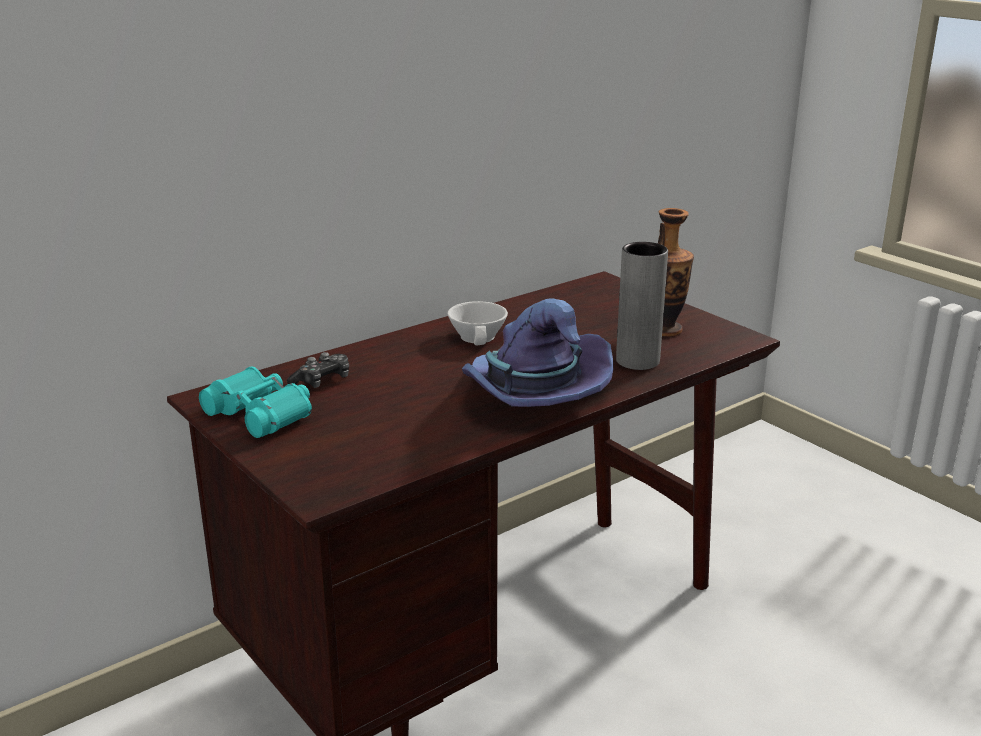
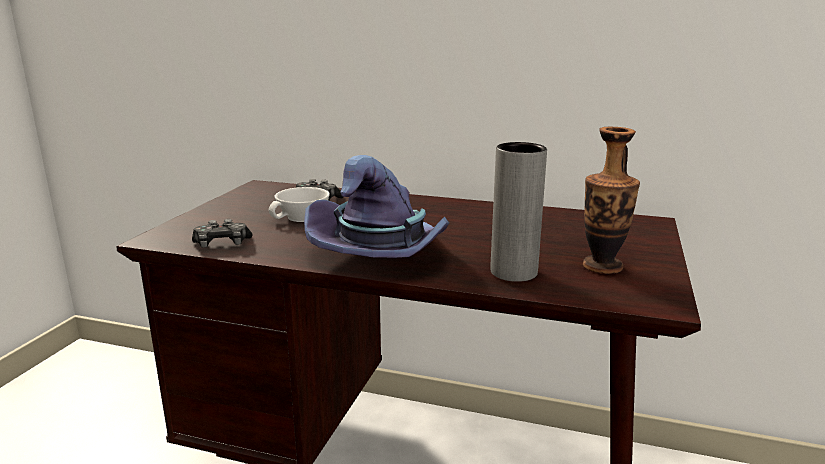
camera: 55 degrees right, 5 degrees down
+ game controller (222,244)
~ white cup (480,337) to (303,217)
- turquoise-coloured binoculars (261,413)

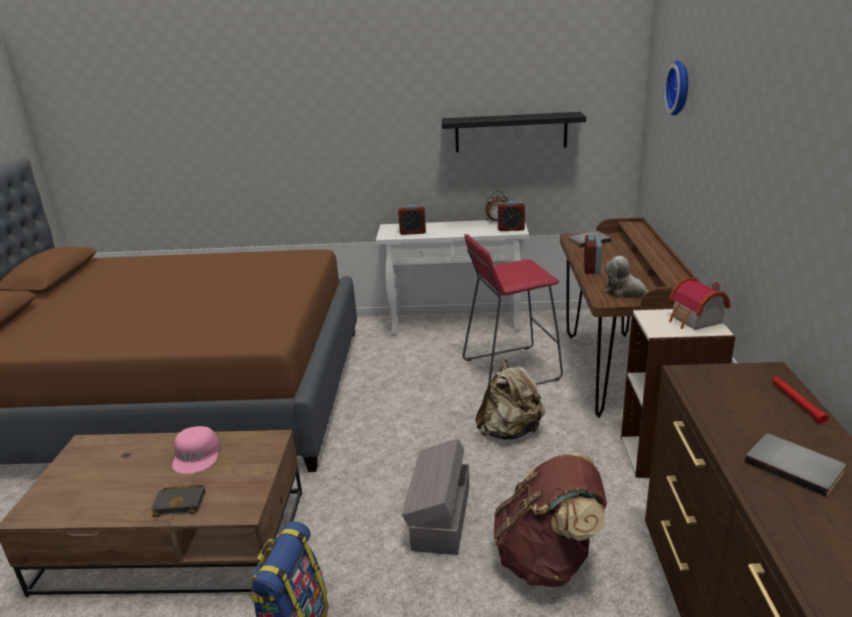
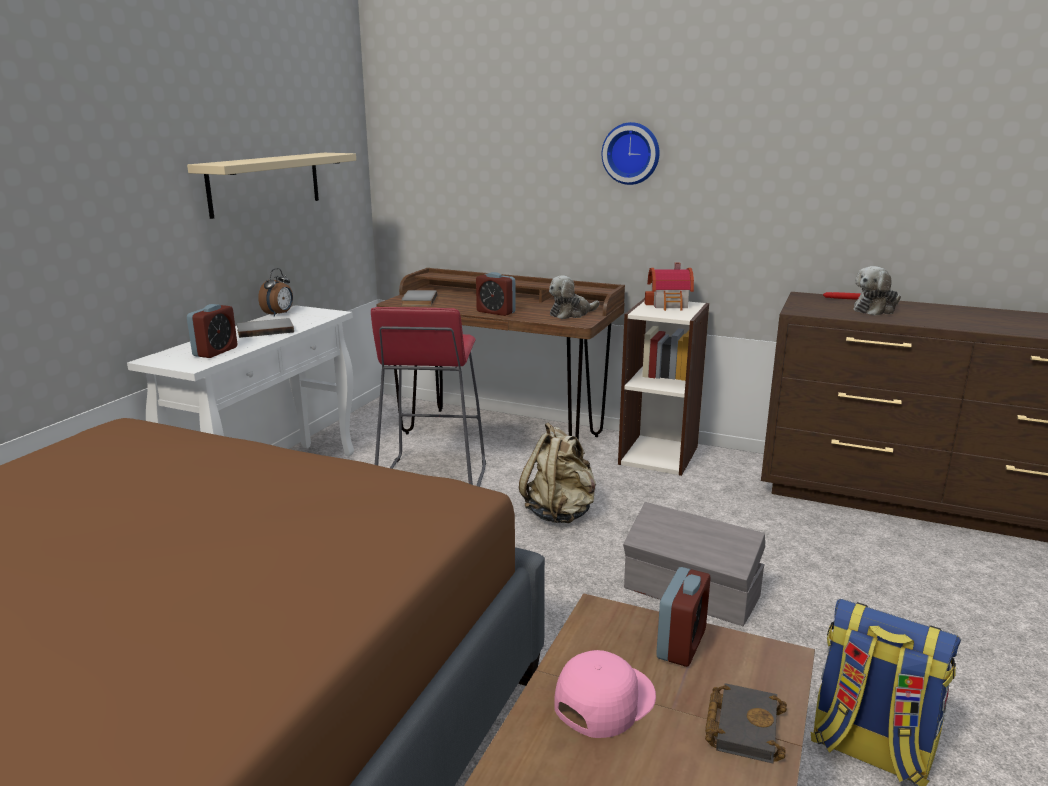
camera: 70 degrees left, 5 degrees down
~ black shelf (511,132) to sand-coloured shelf (265,183)
~ gray book (794,465) to (265,330)
~ pink cap (197,455) = (603,699) 60 degrees counterclockwise
~ hanging clock (680,88) to (631,153)
~ bedside clock (511,229) to (681,644)
+ soft toy (876,309)
- brownish rucksack (548,560)

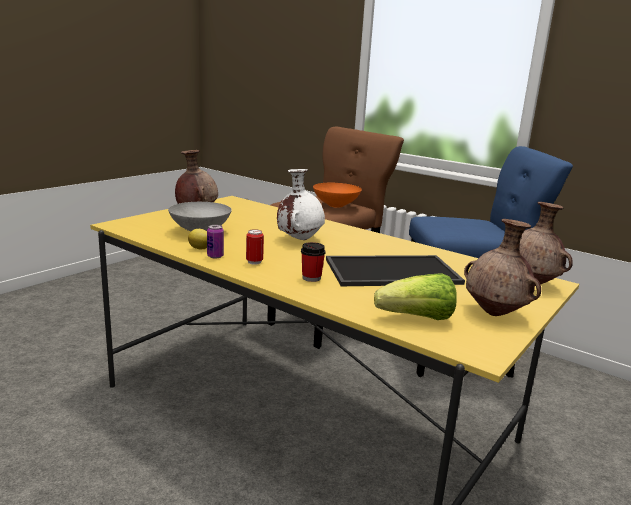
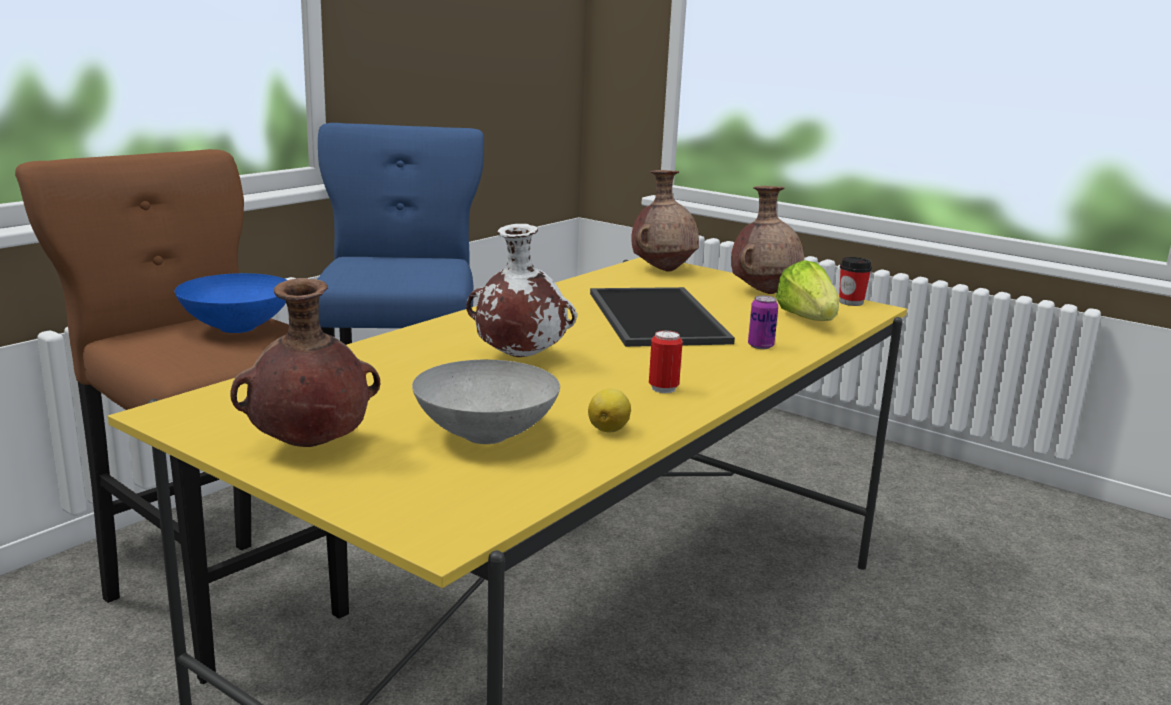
camera: 90 degrees left, 0 degrees up
~ orange bowl (335,205) to blue-coloured bowl (235,328)
~ metal can (215,256) to (760,346)
~ cup (311,278) to (851,302)

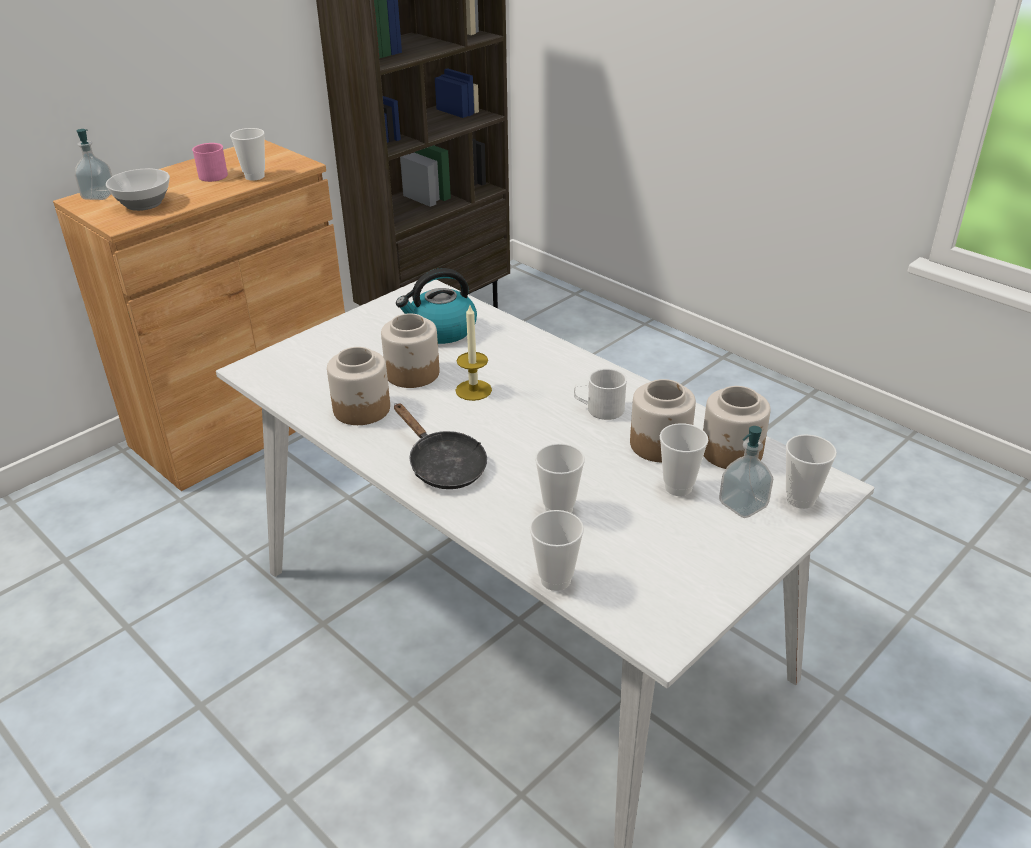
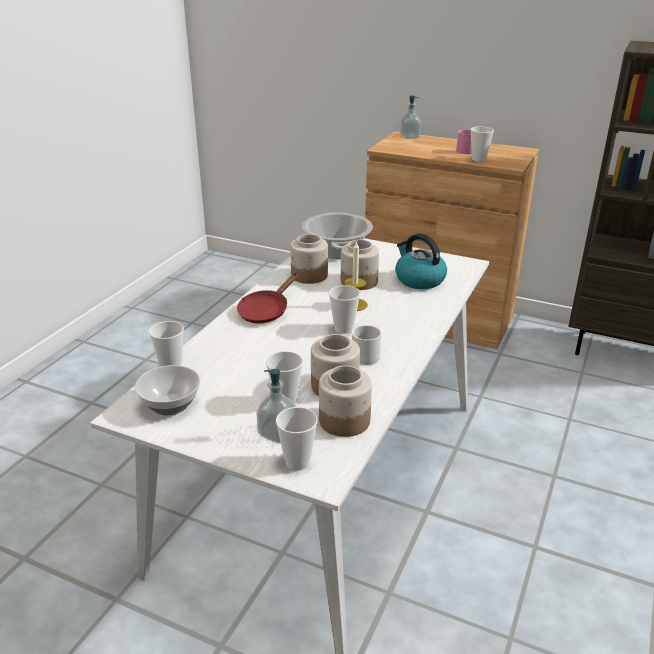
camera: 70 degrees right, 5 degrees down
~ bowl (142,204) to (169,404)
~ black frying pan (443,465) to red frying pan (266,311)
+ saucepot (337,251)
~ cup (559,508) to (344,329)

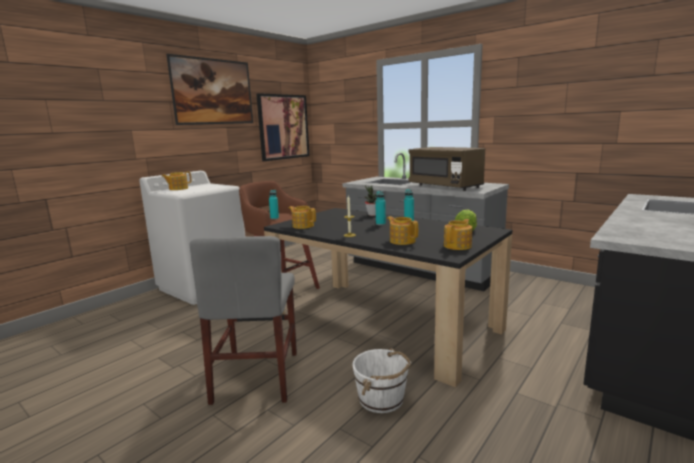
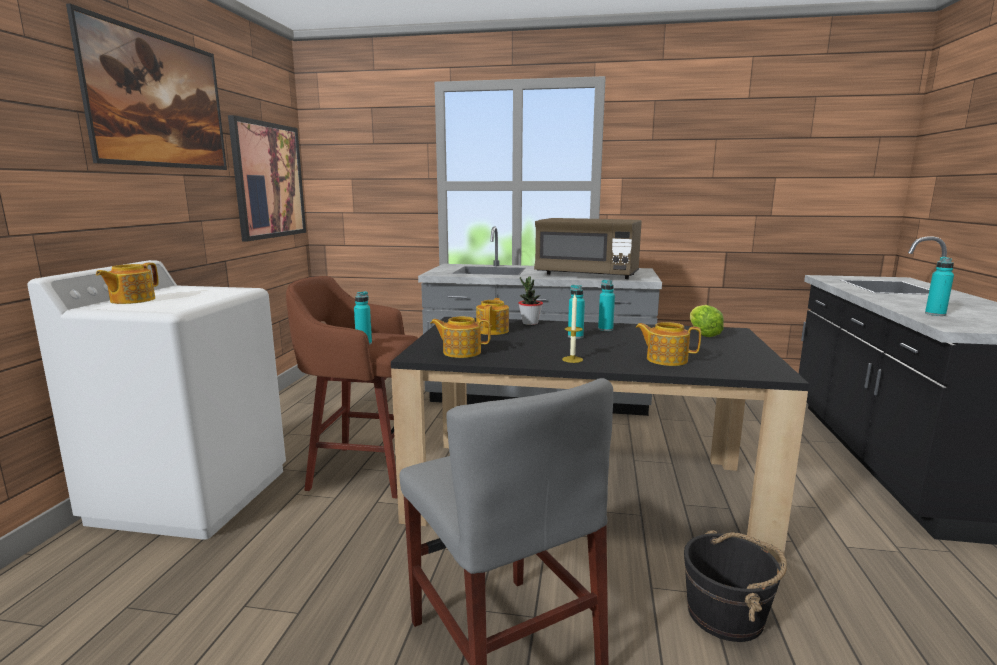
camera: 30 degrees left, 0 degrees up
~ pot for tea (458,246) to (493,330)
~ white pail (382,399) to black pail (726,614)
+ turquoise-coloured bottle (935,314)

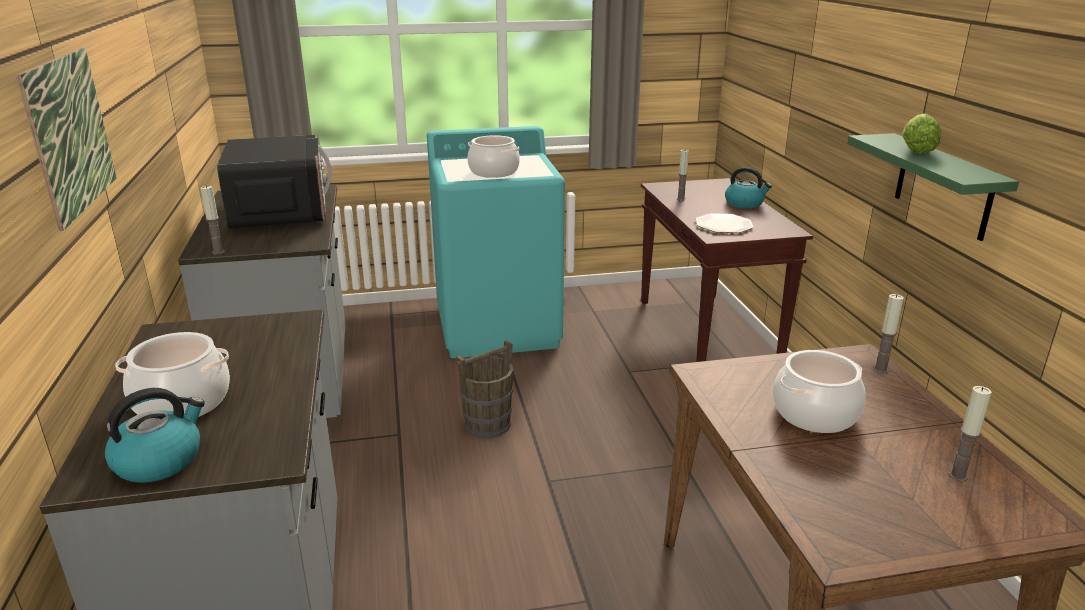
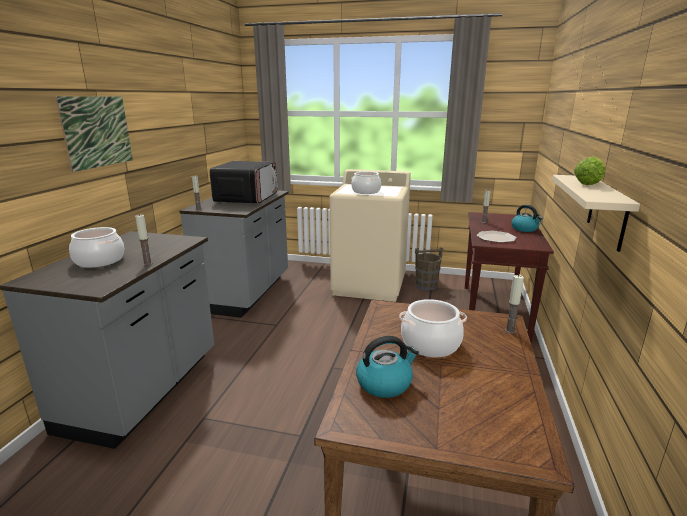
camera: 25 degrees right, 5 degrees down
~ wax light (958,476) to (147,263)
~ turquoise-coloured laundry machine (498,327) to sand-coloured laundry machine (370,285)
~ water kettle (159,460) to (385,383)
~ brownish pail (488,424) to (426,286)
~ greenish shelf (943,186) to sand-coloured shelf (607,212)

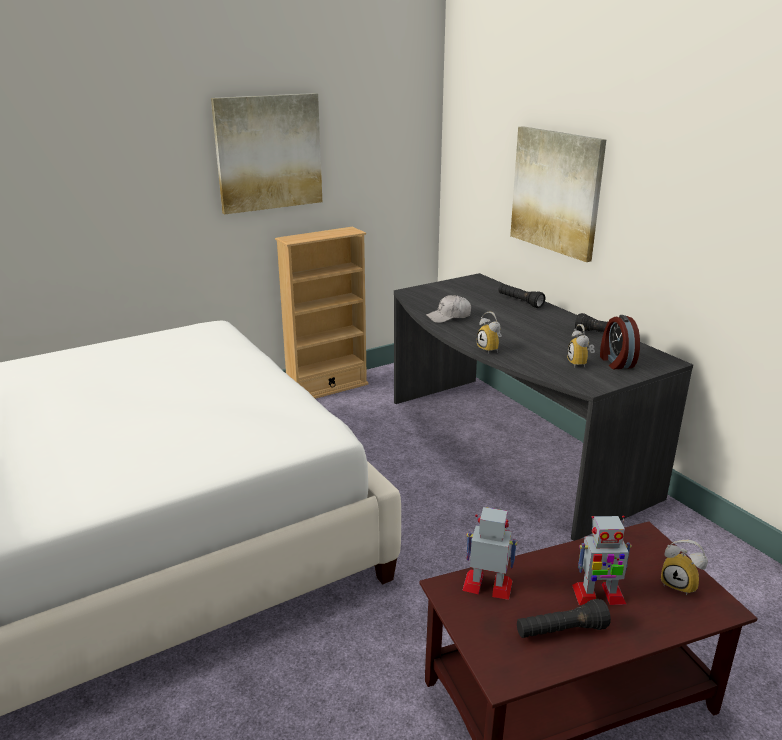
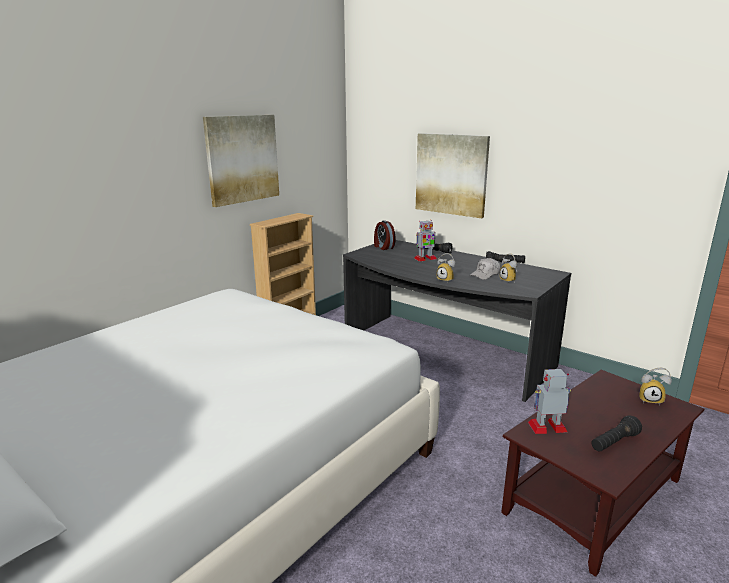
camera: 20 degrees left, 5 degrees down
~ bedside clock (615,362) to (383,247)
~ model robot (598,595) to (425,258)
~ white cap (449,317) to (485,274)

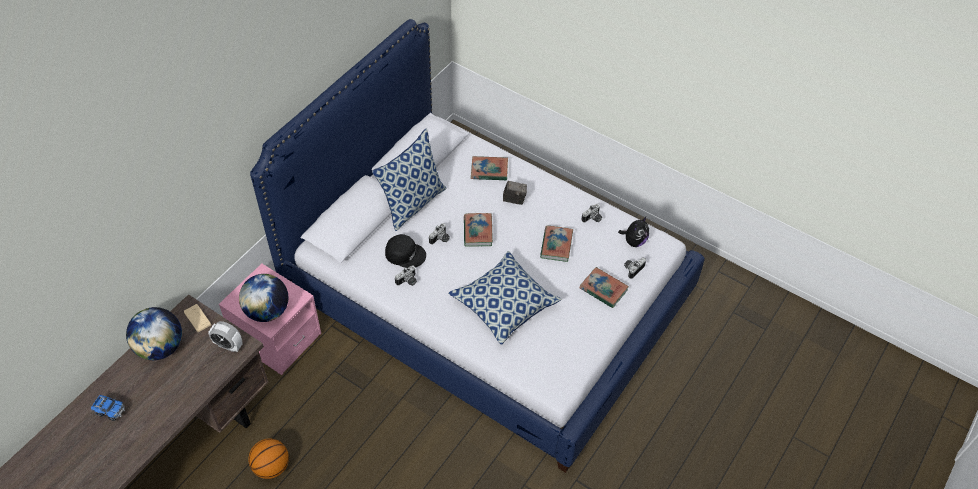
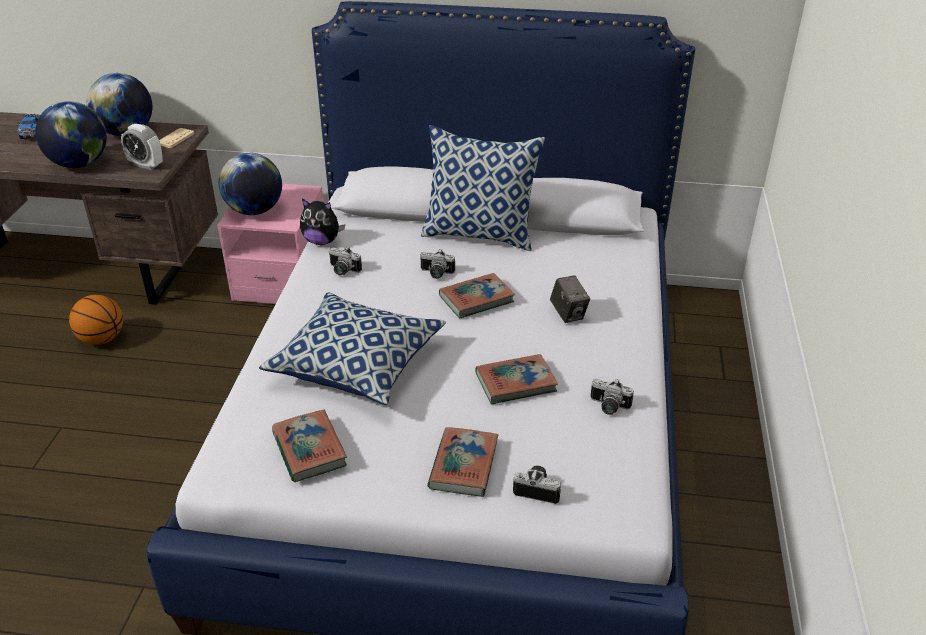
camera: 65 degrees right, 15 degrees down
+ globe (79,164)
~ bedside clock (228,345) = (146,165) 60 degrees counterclockwise
~ book (489,170) to (309,449)
~ soft toy (634,241) to (322,241)
- black cap (405,254)

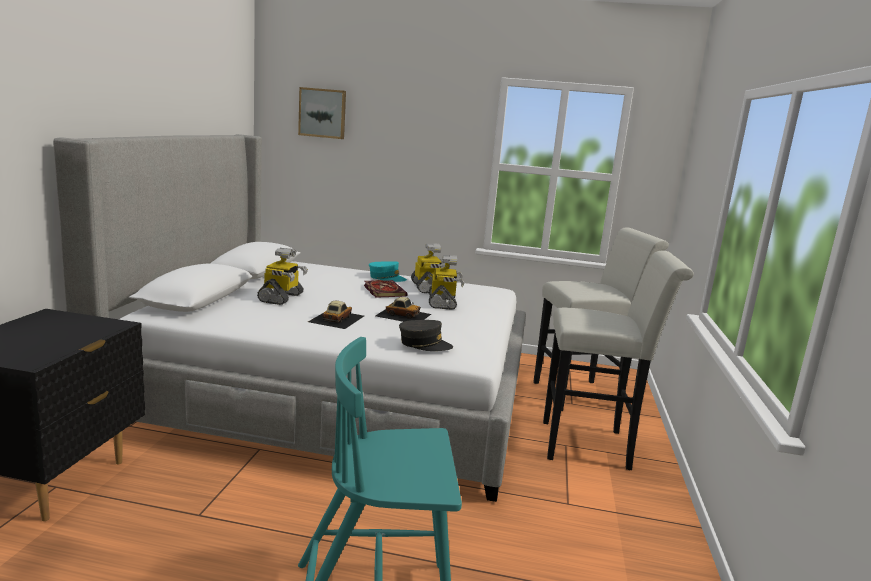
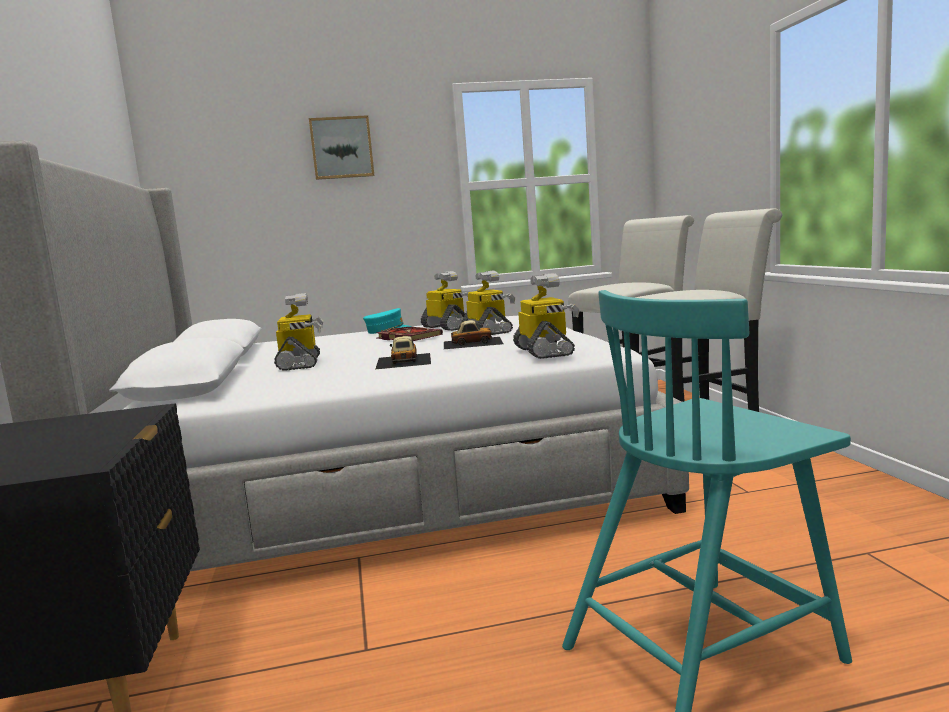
camera: 20 degrees left, 5 degrees down
~ wall picture (322,113) to (341,148)
~ gray cap (424,344) to model robot (545,352)

